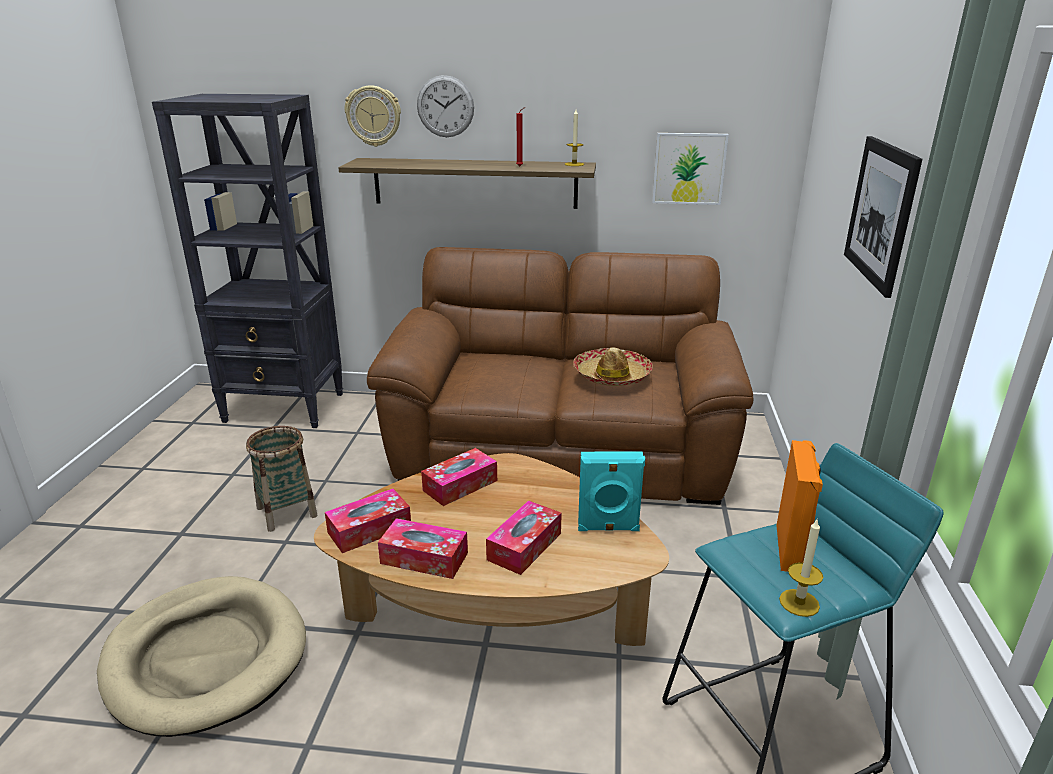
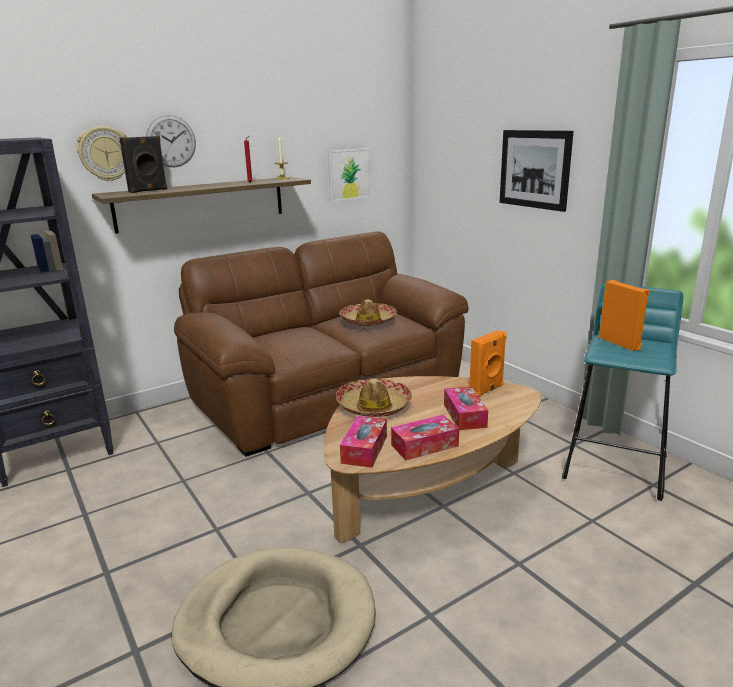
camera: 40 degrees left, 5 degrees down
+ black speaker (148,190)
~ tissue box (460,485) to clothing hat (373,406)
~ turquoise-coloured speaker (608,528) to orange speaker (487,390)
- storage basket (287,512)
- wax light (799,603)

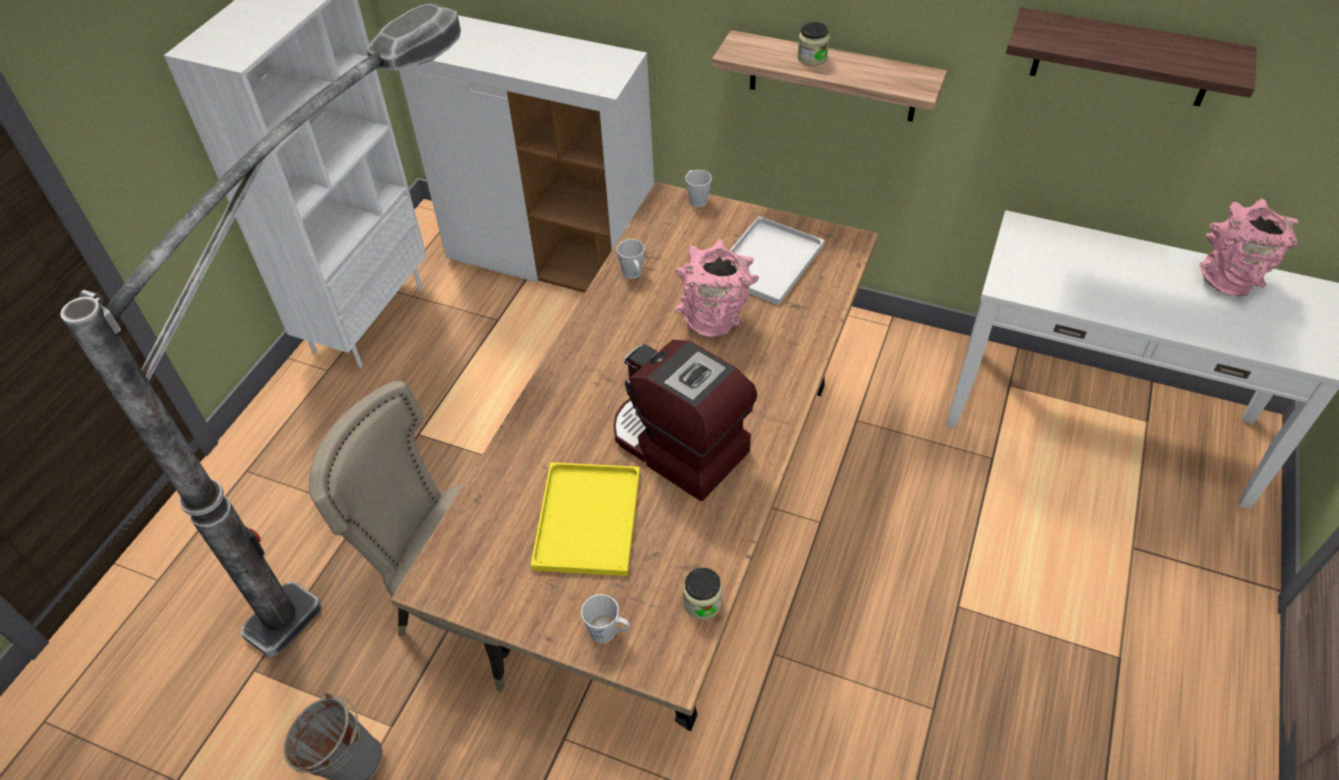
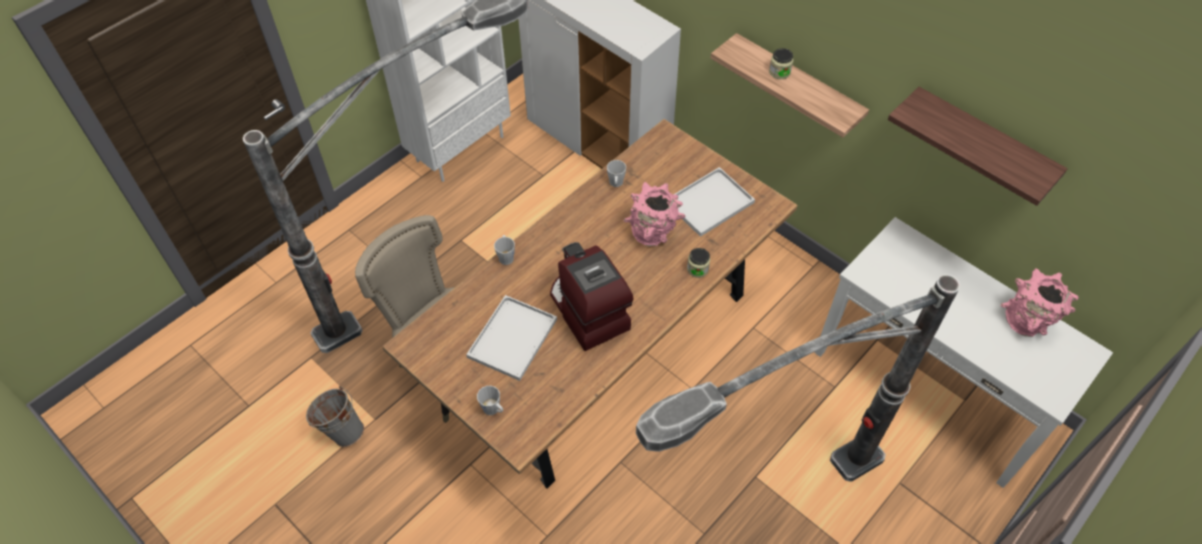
camera: 20 degrees right, 5 degrees up
~ yellow-coloured carrying tray (586,517) to white carrying tray (512,336)
~ gray mug (696,199) to (506,256)
+ floor lamp (758,517)
~ storage jar (702,603) to (697,269)

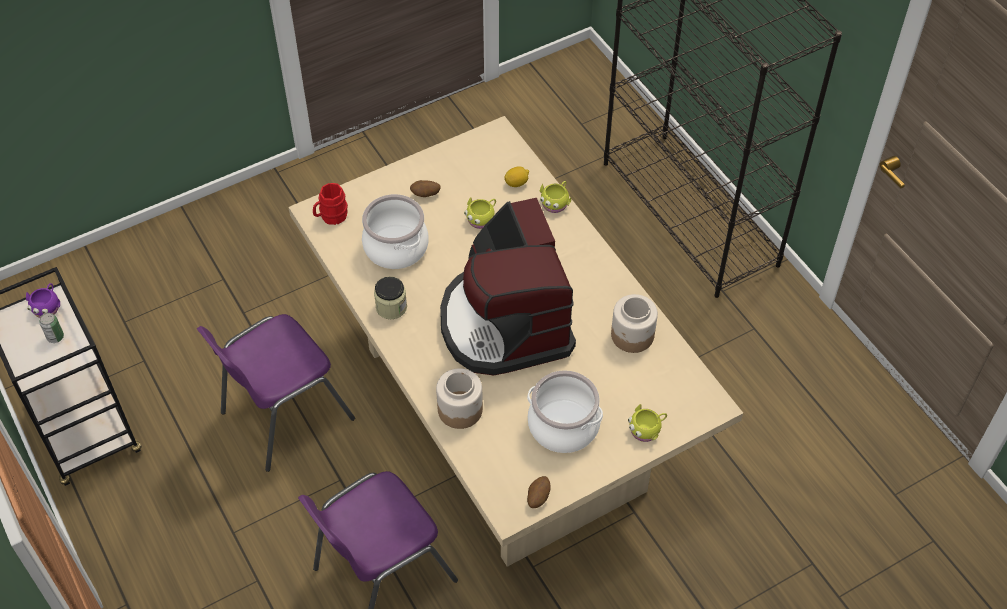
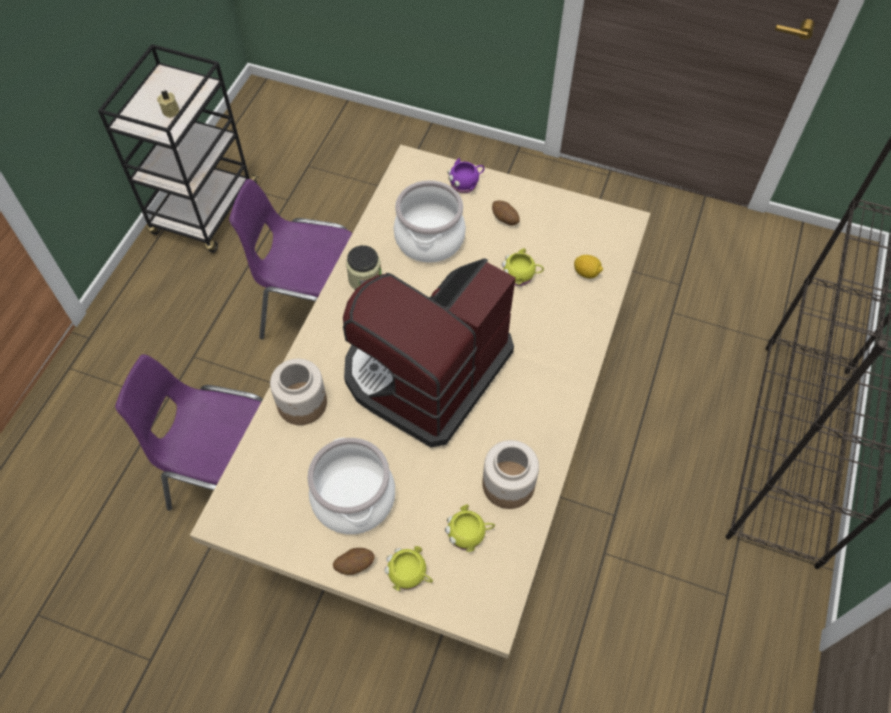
camera: 50 degrees right, 5 degrees up
~ metal can (55,337) to sand-coloured wax light (171,110)
~ spud (538,497) to (355,565)
~ yellow-coloured mug (555,202) to (469,534)
~ purple mug (47,306) to (466,183)
- red mug (331,216)

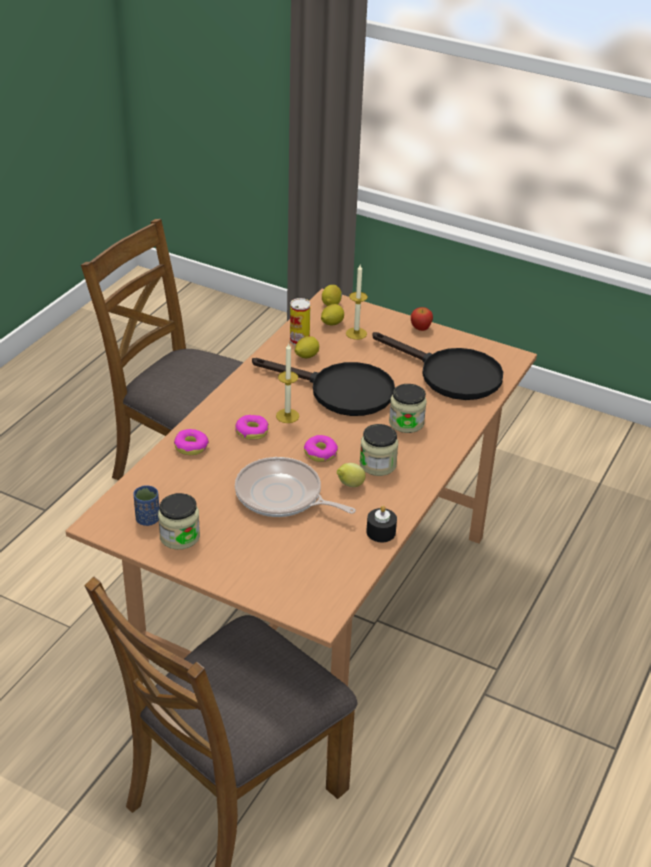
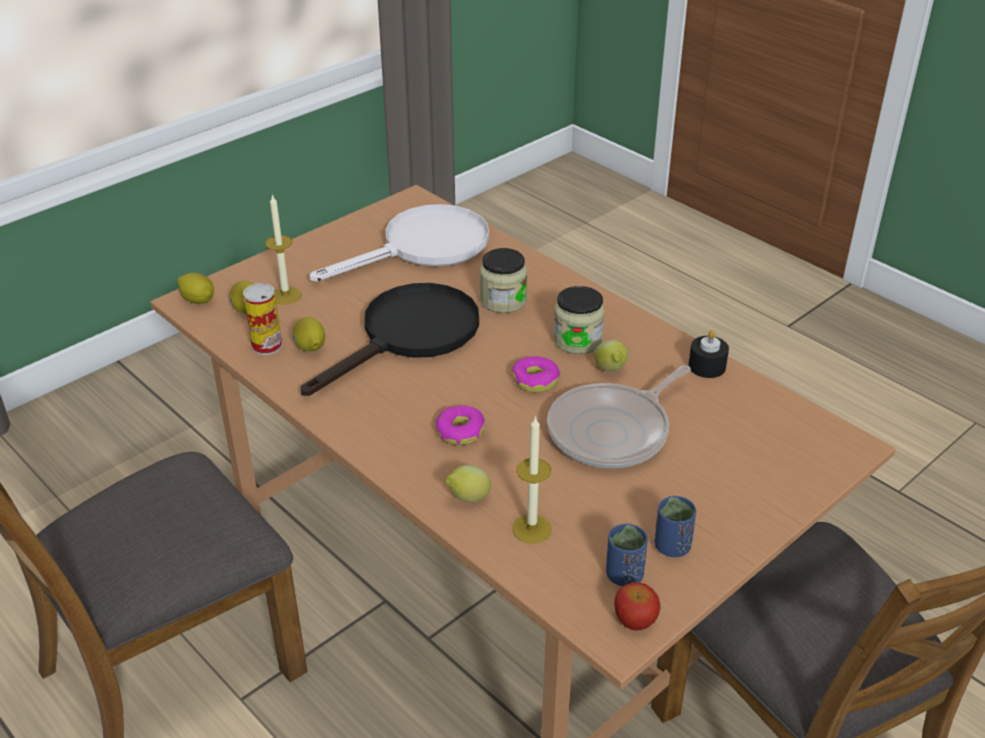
camera: 70 degrees left, 0 degrees up
~ black frying pan (450,375) to white frying pan (423,248)
~ donut (191,447) to lemon (468,499)
~ wax light (287,416) to (532,529)
~ apple (420,328) to (634,621)
~ storage jar (180,536) to blue-coloured cup (672,546)

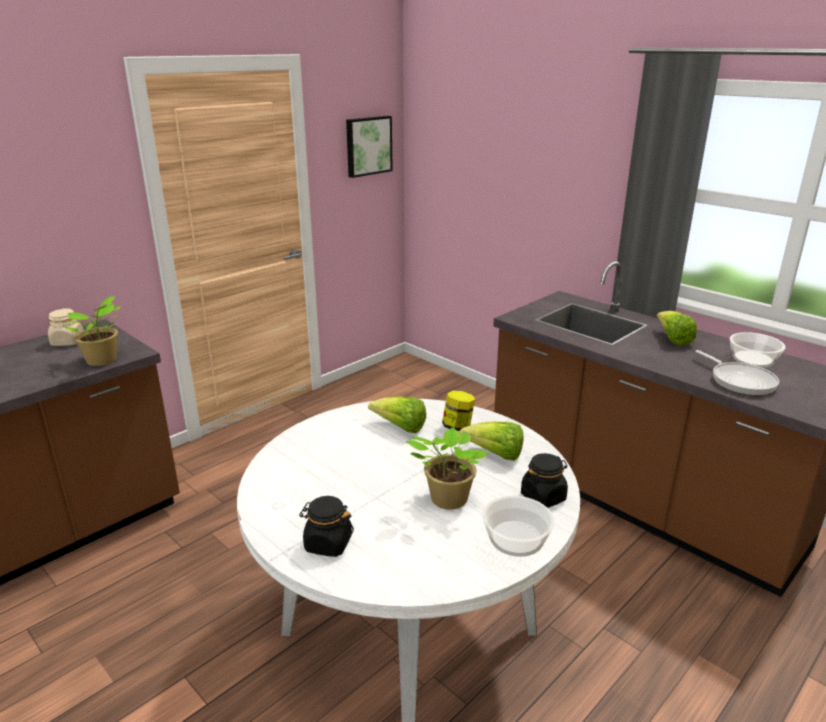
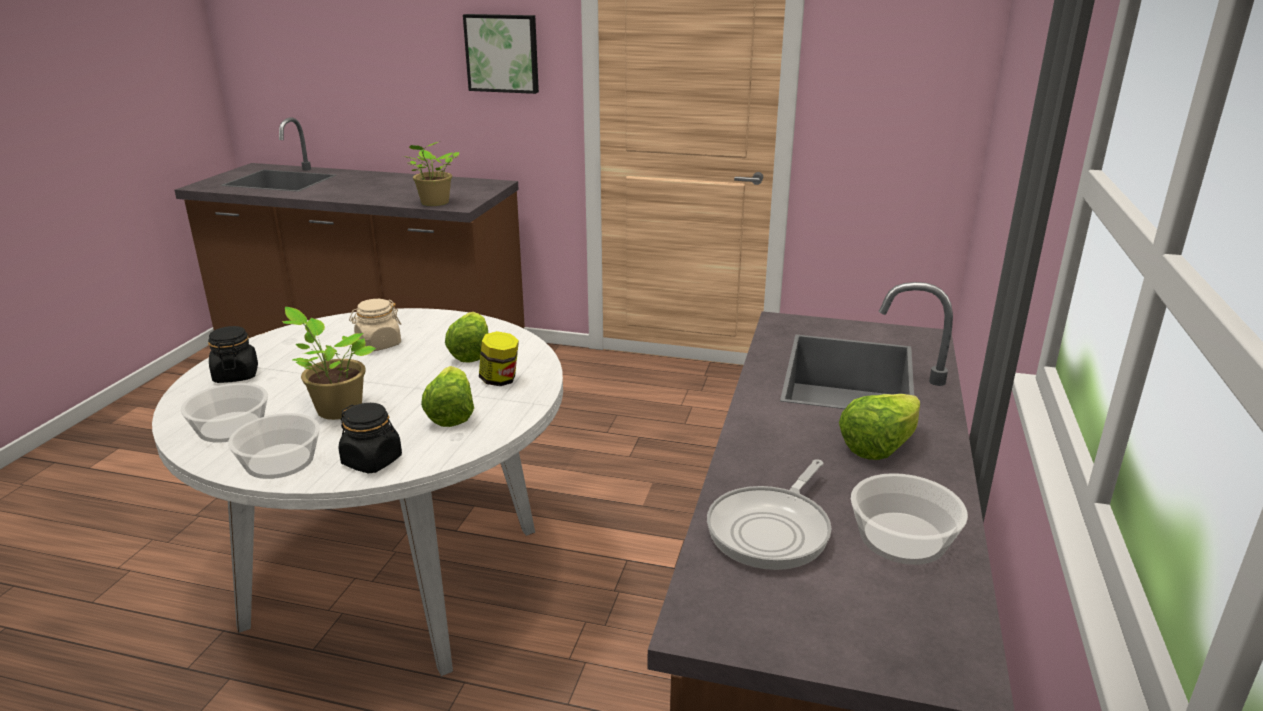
camera: 60 degrees right, 0 degrees up
+ bowl (230,427)
~ sand-coloured storage jar (68,342) to (378,344)
~ wall picture (368,146) to (502,53)

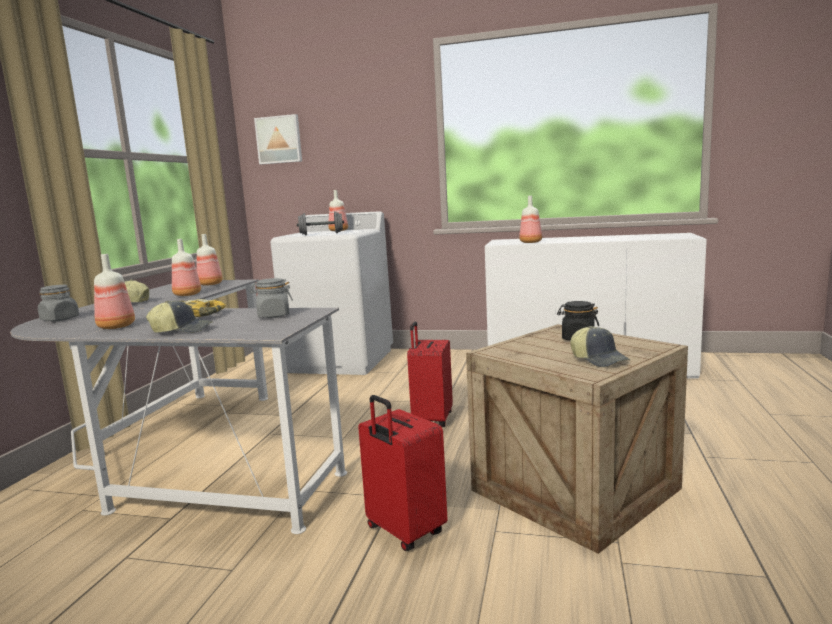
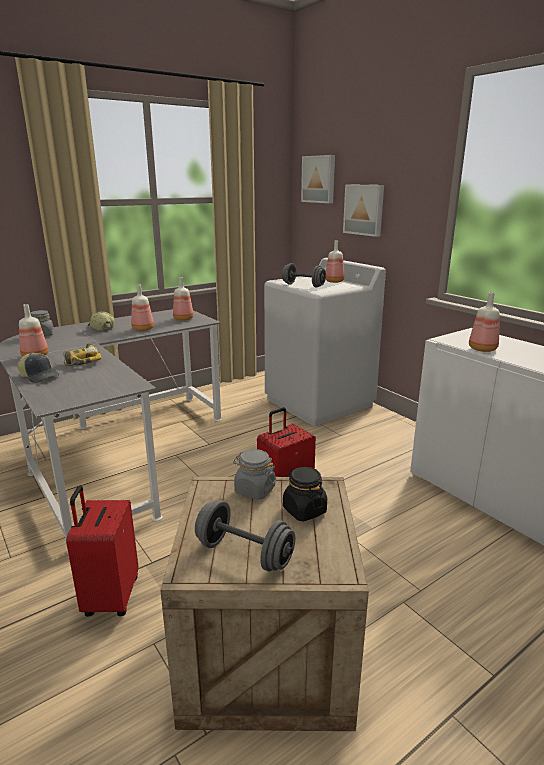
camera: 40 degrees right, 10 degrees up
~ cap (599,359) to gray free weight (244,553)
~ gray storage jar (273,315) to (254,490)
+ wall picture (364,209)

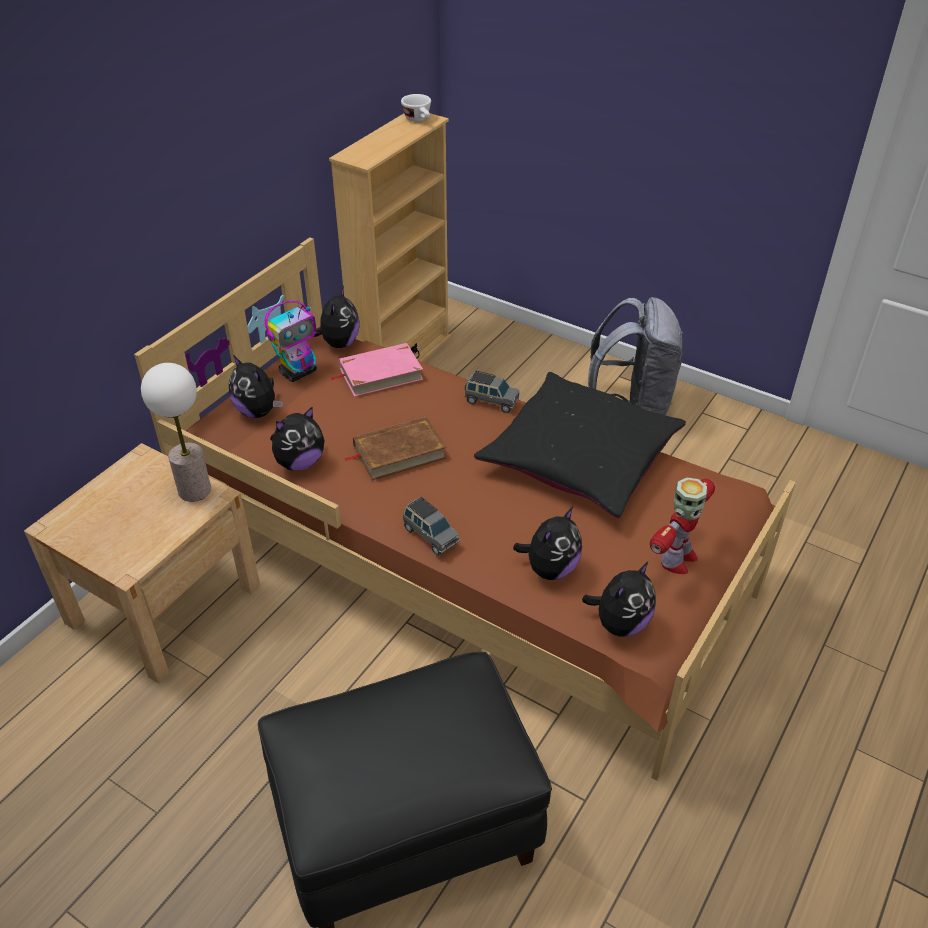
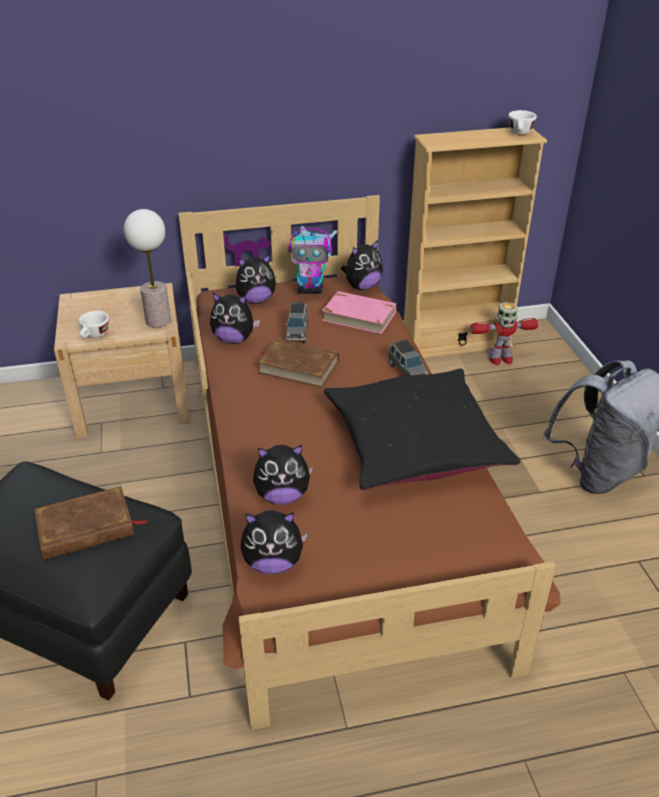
camera: 45 degrees right, 5 degrees down
+ brownish book (86,528)
+ white cup (94,336)
~ soft toy (258,411) = (256,300) 105 degrees counterclockwise
~ gray toy car (430,536) to (297,332)
~ model robot (677,559) to (500,359)

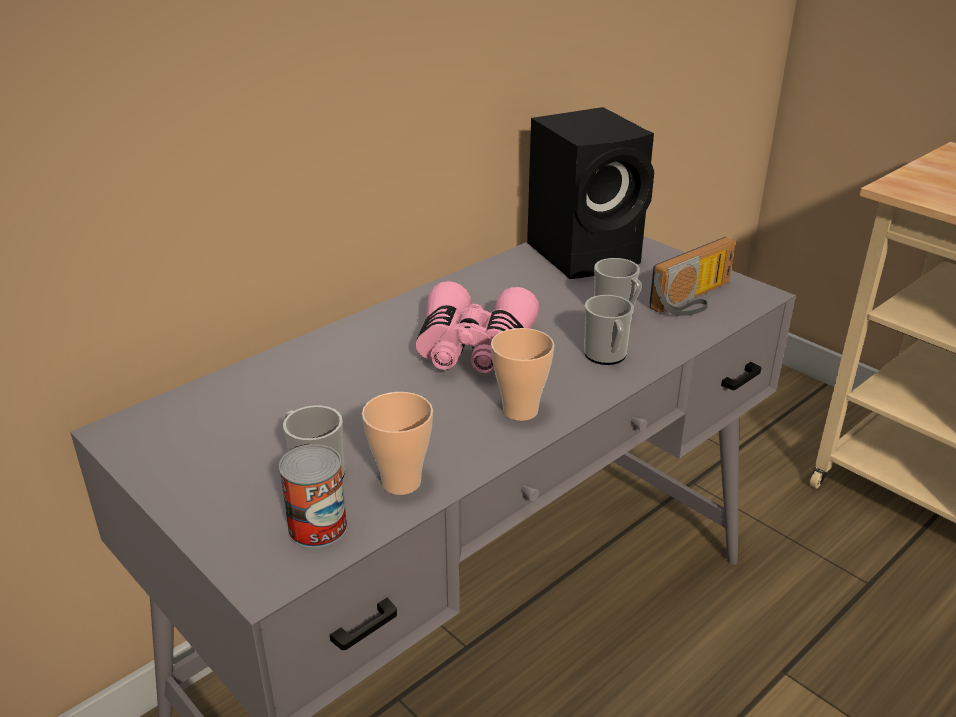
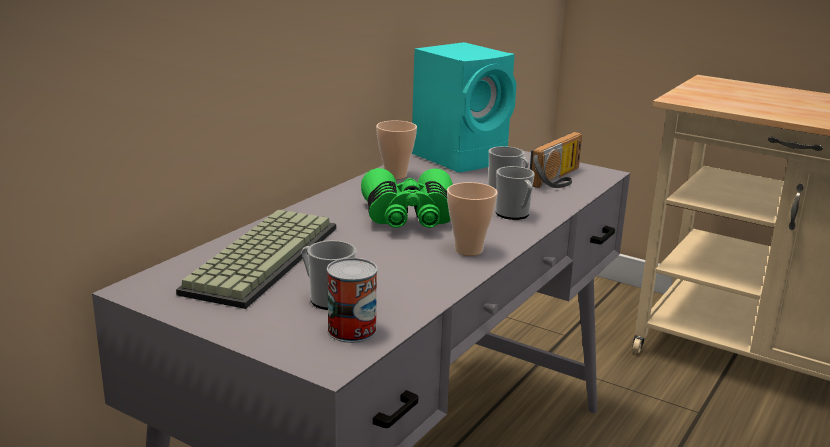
camera: 15 degrees left, 10 degrees down
+ computer keyboard (261,257)
~ pink binoculars (474,349) to greenish binoculars (409,217)
~ cup (401,482) to (395,175)
~ black speaker (587,254) to turquoise-coloured speaker (462,157)

